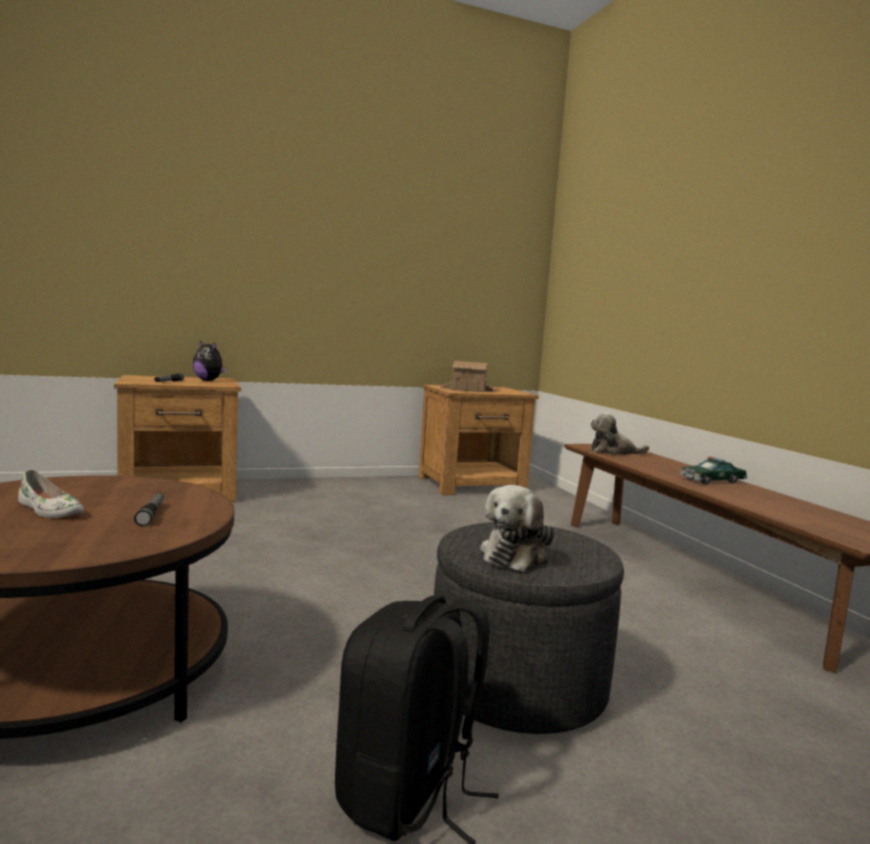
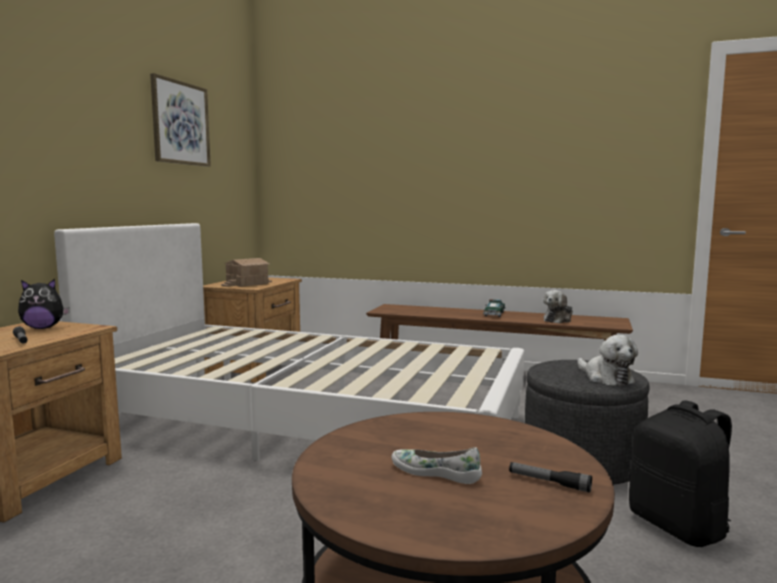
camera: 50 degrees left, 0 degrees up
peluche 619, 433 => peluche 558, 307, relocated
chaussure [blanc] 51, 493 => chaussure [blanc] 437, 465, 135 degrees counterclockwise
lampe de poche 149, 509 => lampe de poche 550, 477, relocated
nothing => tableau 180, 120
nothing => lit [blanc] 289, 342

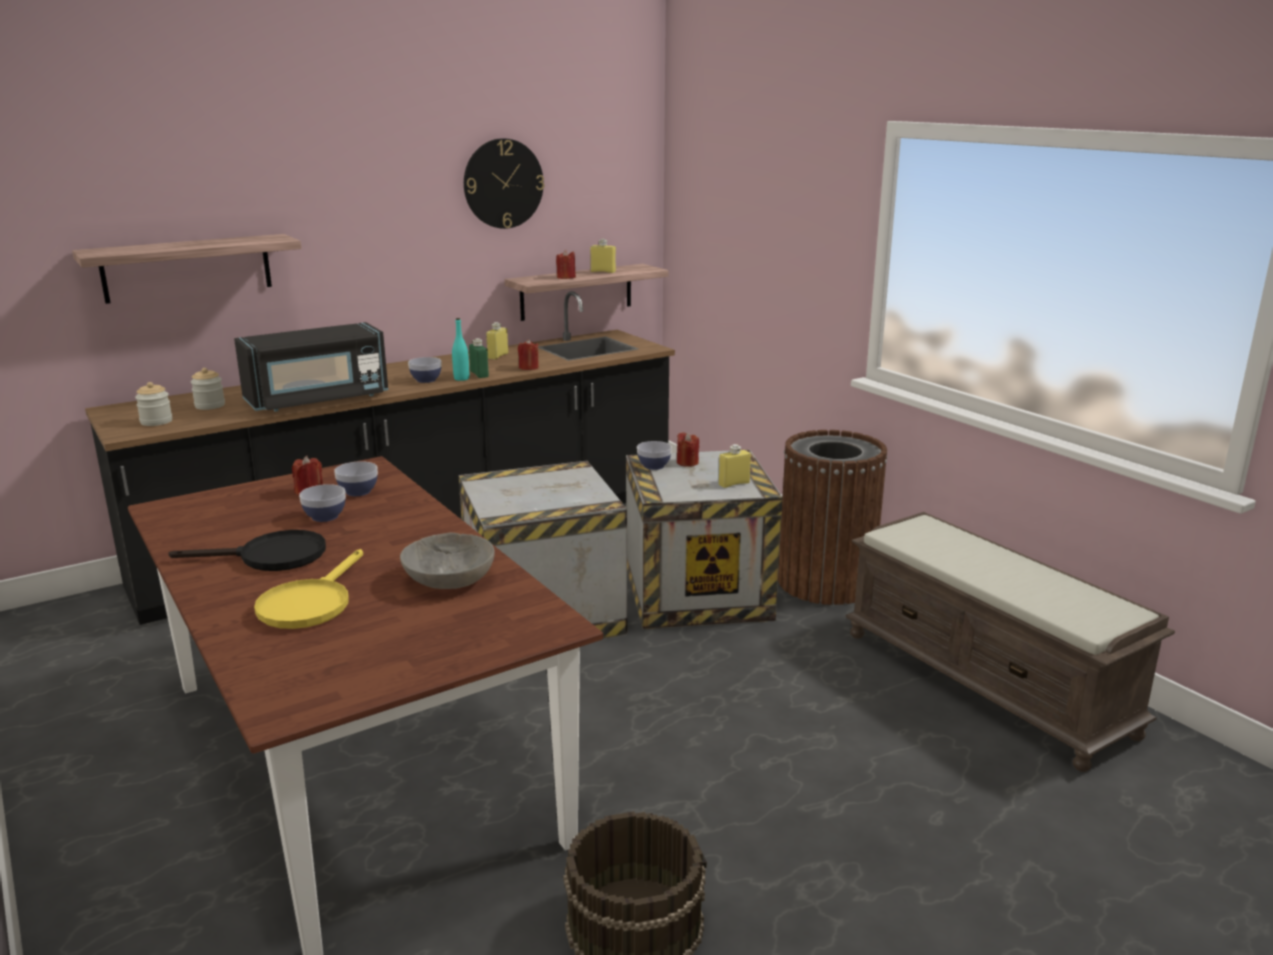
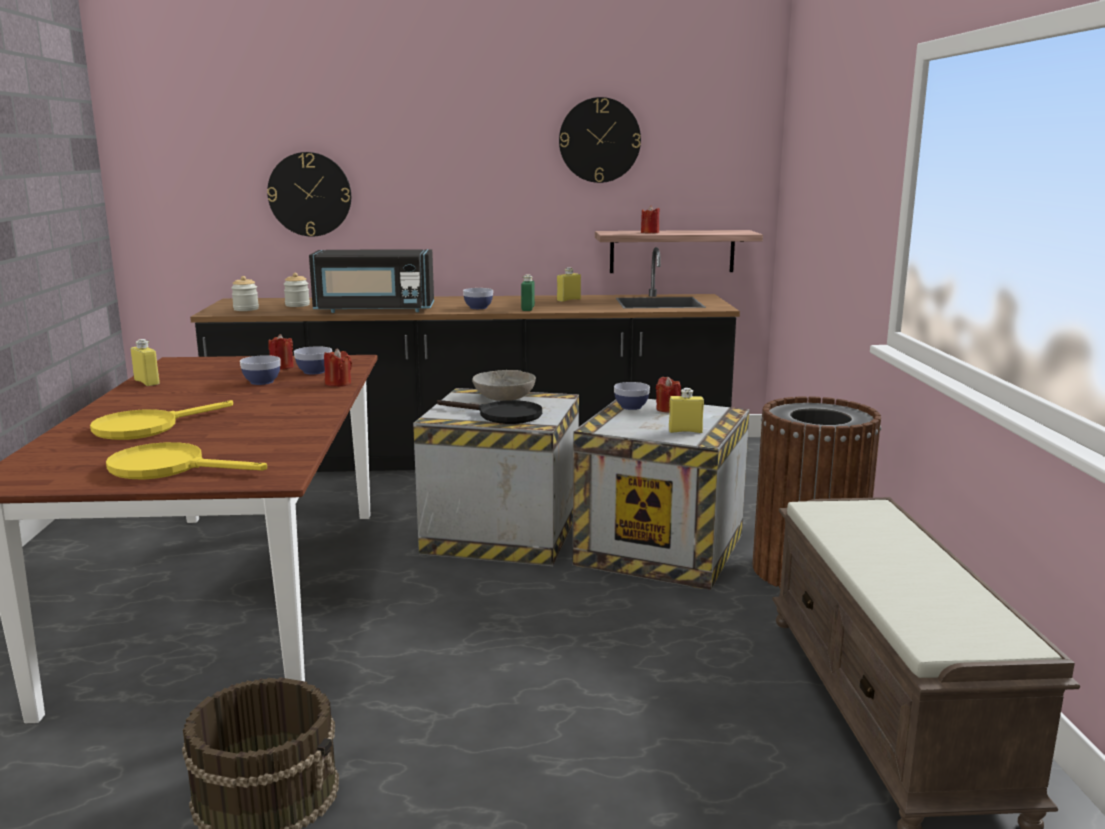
camera: 30 degrees right, 5 degrees down
étagère 187, 269 => horloge murale 309, 194
bouteille [jaune] 603, 256 => bouteille [jaune] 145, 362, relocated
bouteille [turquoise] 460, 349 => nothing
bougie [rouge] 528, 354 => bougie [rouge] 338, 367, relocated
poêle [noir] 247, 550 => poêle [noir] 489, 412, relocated
bol [gris] 447, 560 => bol [gris] 504, 385, relocated
nothing => poêle [jaune] 186, 460

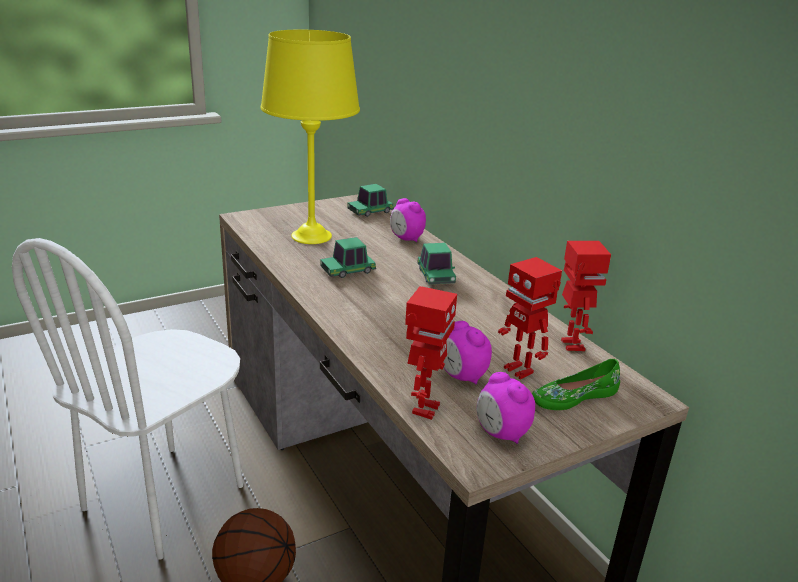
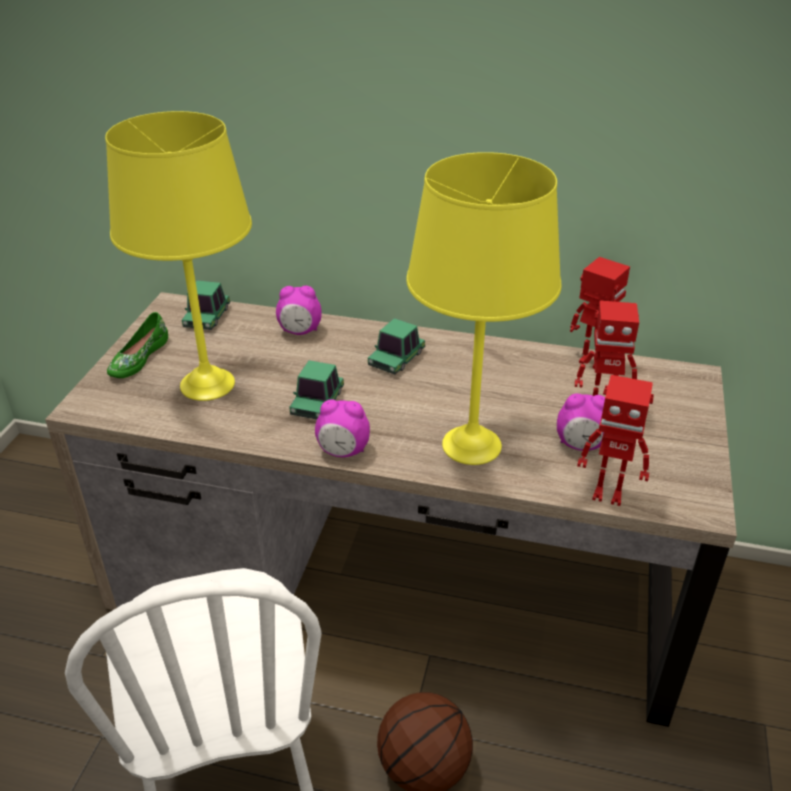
camera: 45 degrees left, 10 degrees up
petite voiture 436, 263 => petite voiture 396, 346, 90 degrees clockwise
robot jouet 431, 353 => robot jouet 615, 440, 135 degrees clockwise
chaussure [vert] 576, 384 => chaussure [vert] 137, 345, relocated
réveil 506, 408 => réveil 342, 428, relocated
nothing => lampe de table [jaune] 483, 308

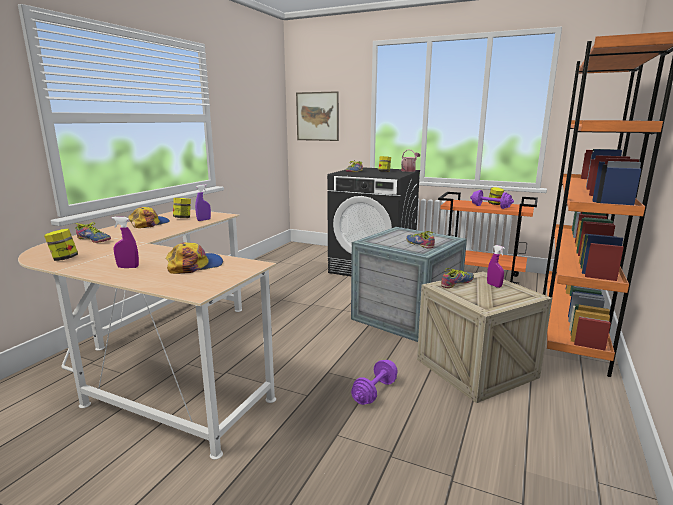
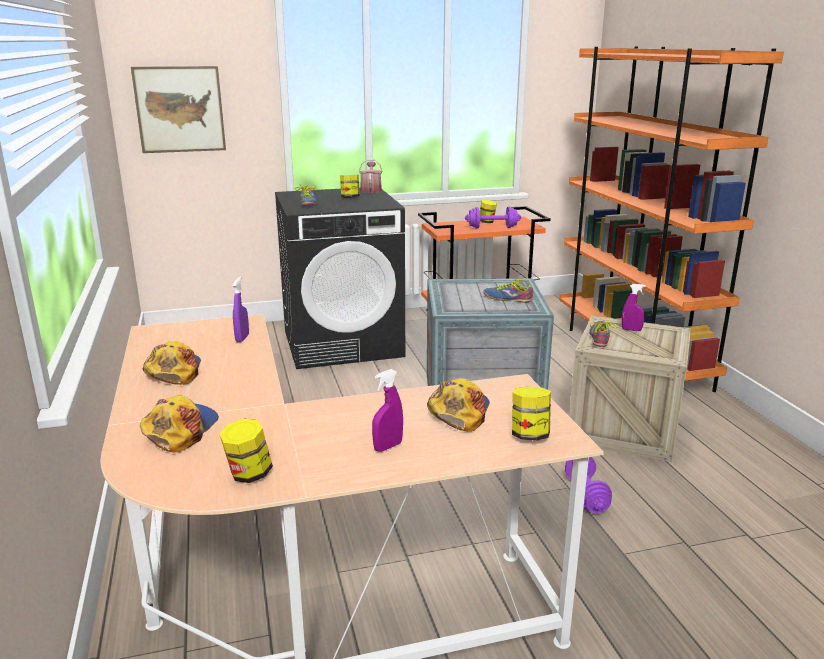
camera: 40 degrees left, 5 degrees up
bocal 182, 208 => bocal 531, 414, relocated
chaussure 92, 232 => casquette 179, 424

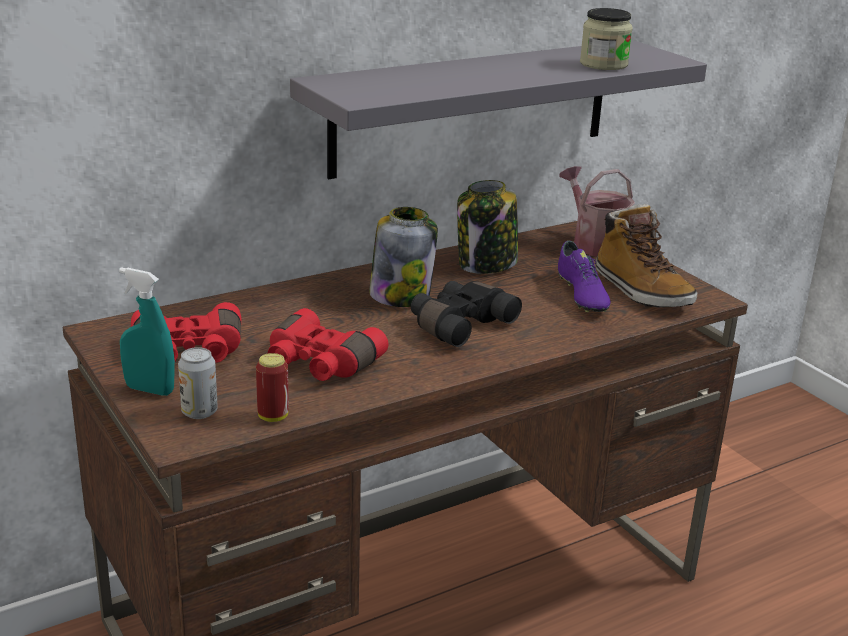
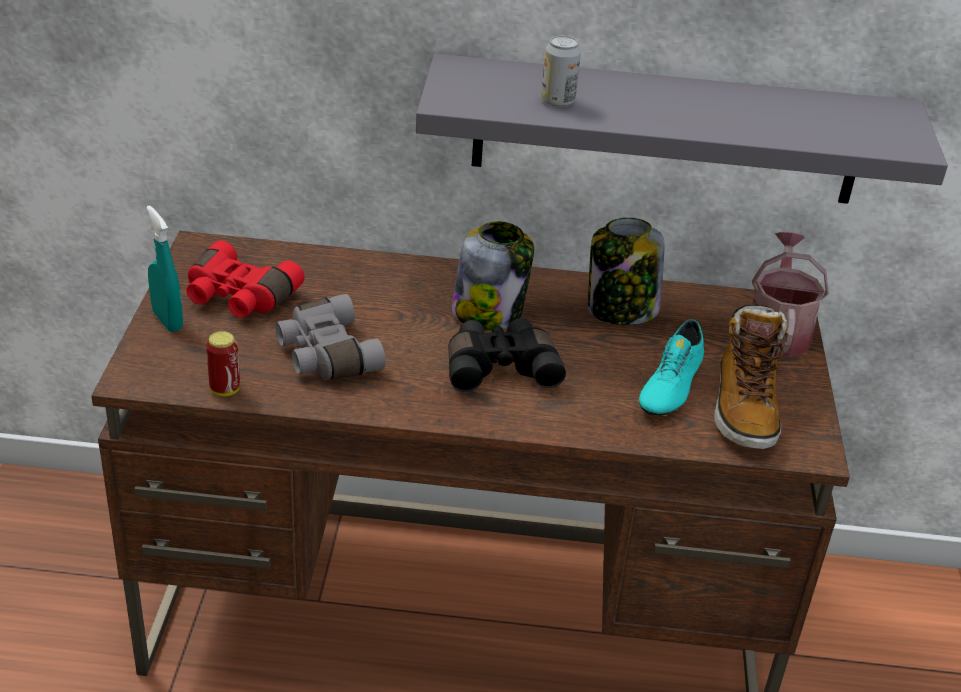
camera: 35 degrees right, 10 degrees up
bocal 606, 39 => nothing
chaussure [violet] 584, 276 => chaussure [turquoise] 671, 367
jumelles [rouge] 328, 344 => jumelles [gris] 330, 337
boîte métallique 198, 383 => boîte métallique 561, 71, relocated

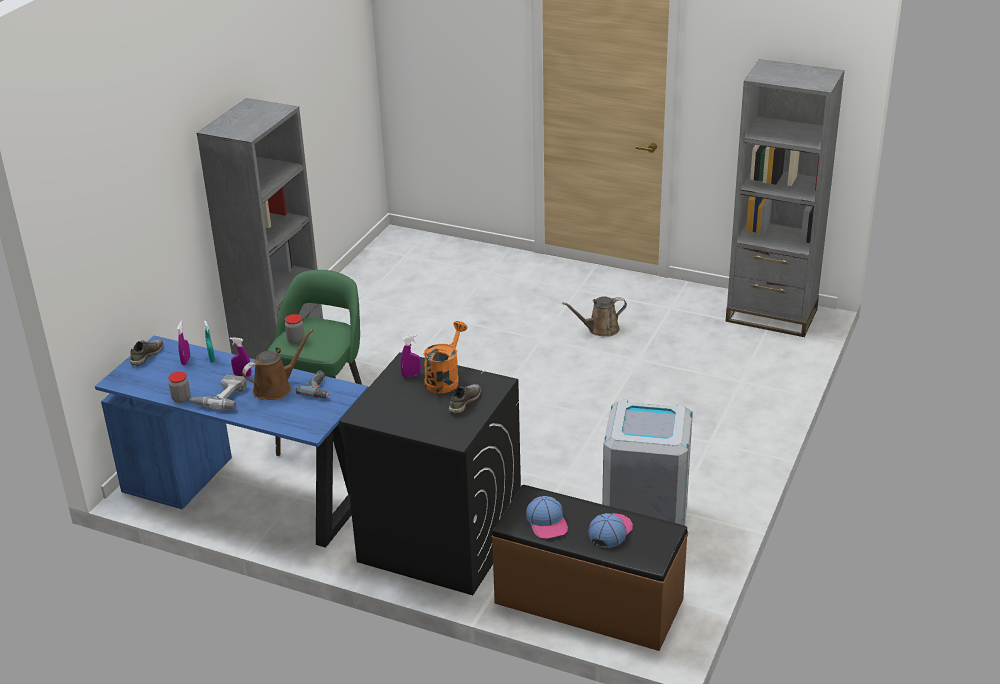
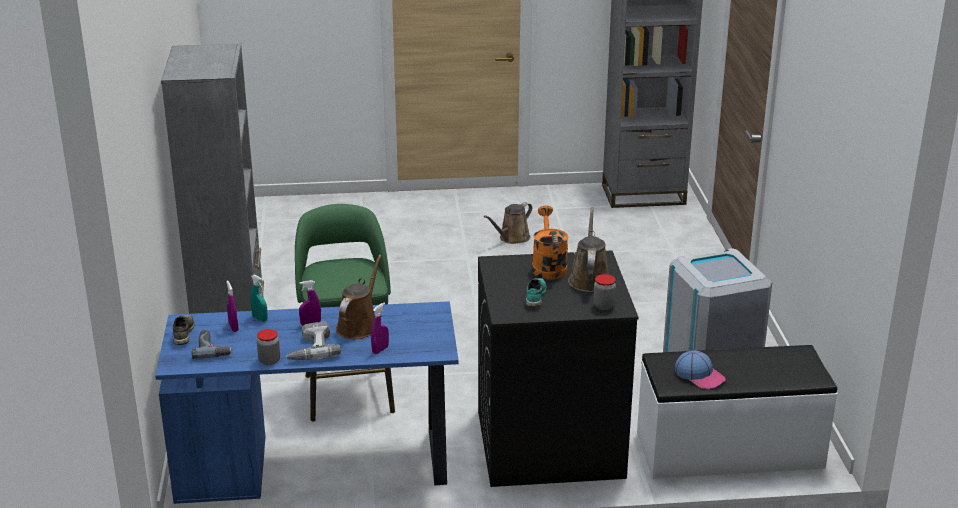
camera: 30 degrees left, 5 degrees down
bocal 295, 329 => bocal 604, 292, relocated
vaporisateur [violet] 410, 356 => vaporisateur [violet] 380, 328, relocated
perceuse 312, 385 => perceuse 211, 344, relocated
chaussure [gris] 465, 399 => arrosoir [marron] 588, 249
banc [marron] 590, 568 => banc [blanc] 737, 412
casquette 610, 530 => nothing
nothing => chaussure [turquoise] 536, 292

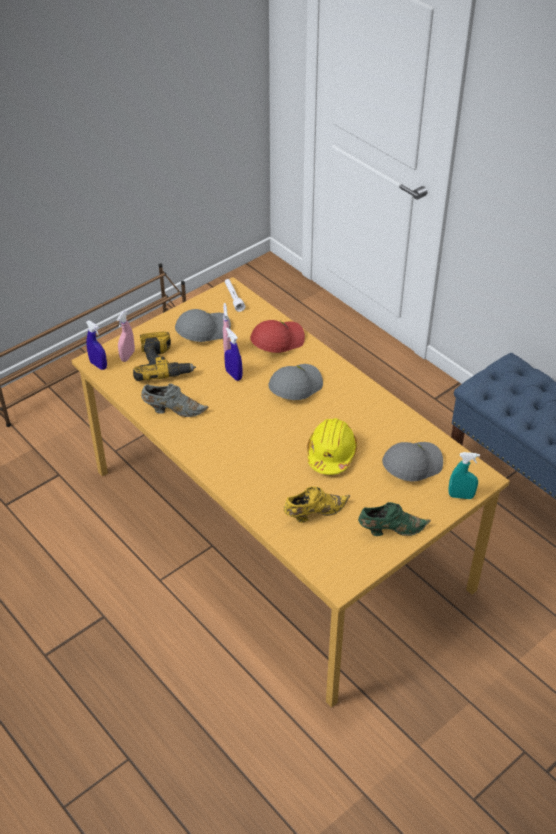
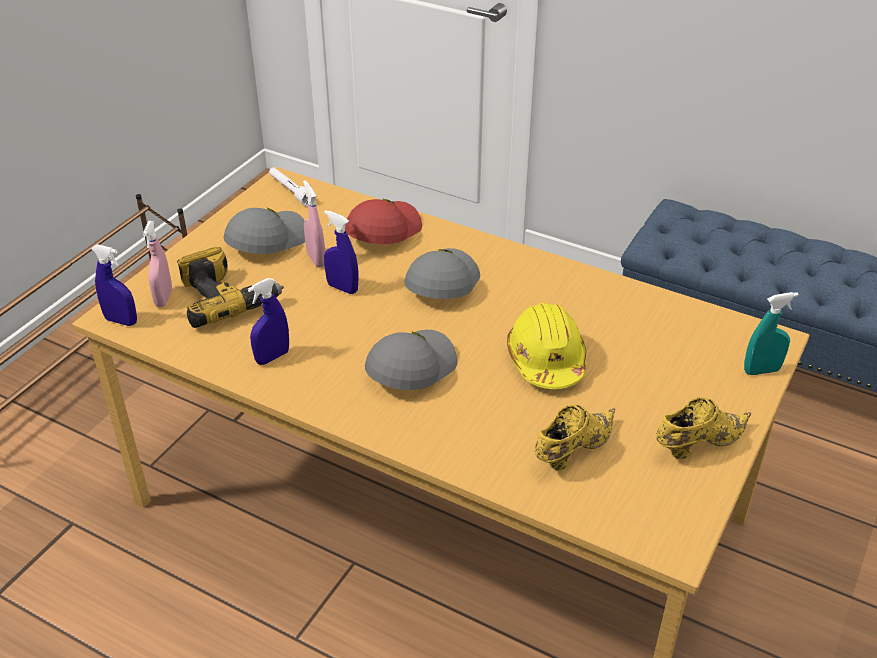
camera: 20 degrees left, 5 degrees down
chaussure [gris] 174, 400 => vaporisateur [bleu] 268, 321
casquette [gris] 412, 461 => casquette [gris] 411, 360, relocated
chaussure [vert] 394, 519 => chaussure [jaune] 704, 428

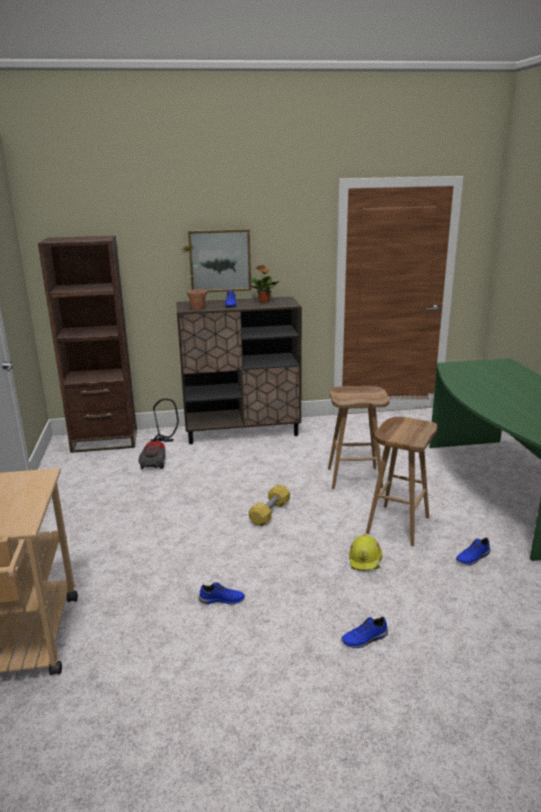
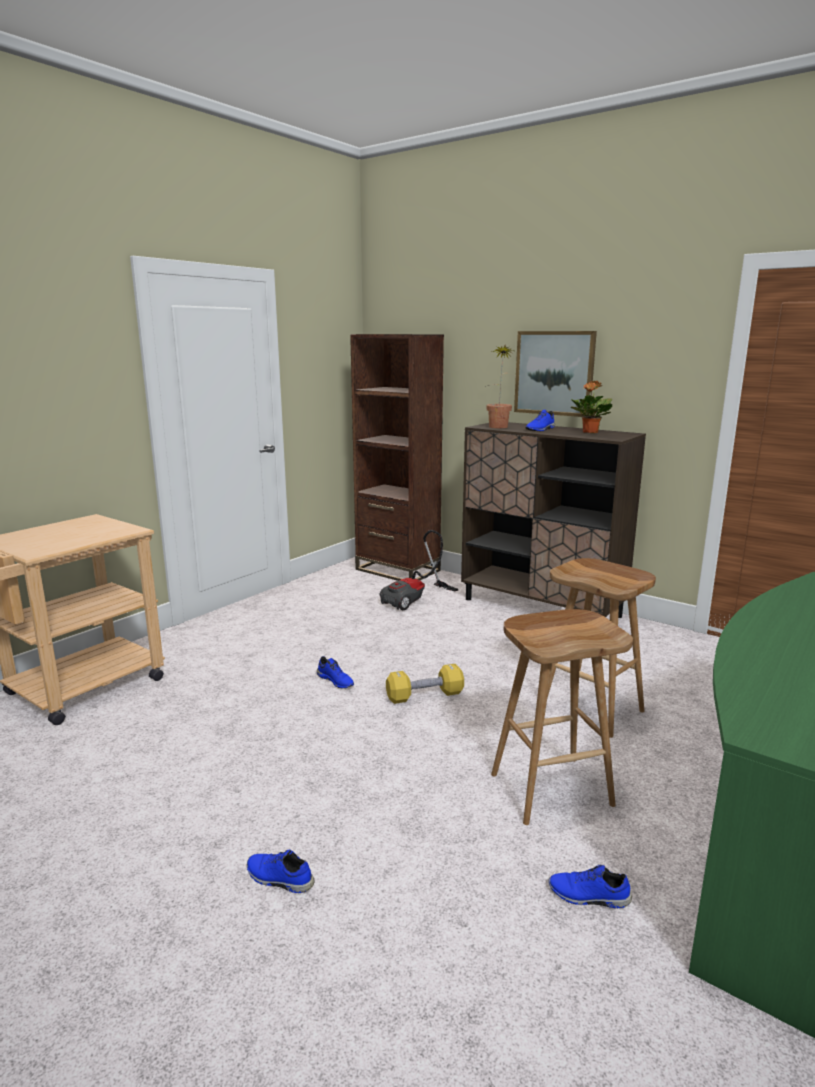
camera: 45 degrees right, 5 degrees down
casque de chantier [jaune] 366, 552 => nothing
chaussure [bleu] 222, 593 => chaussure [bleu] 335, 672, relocated

